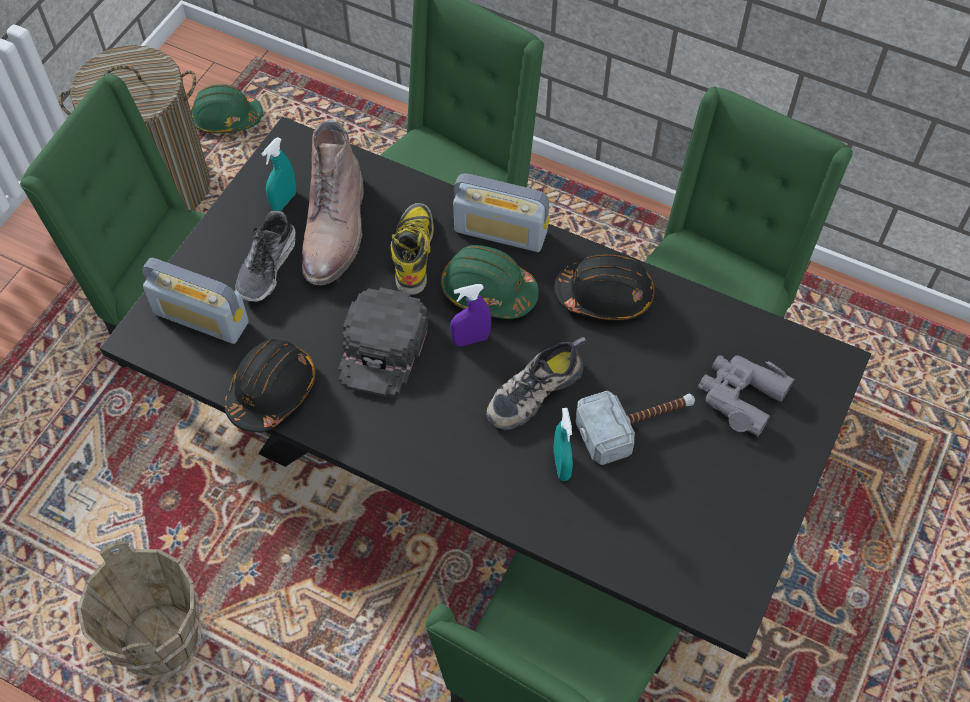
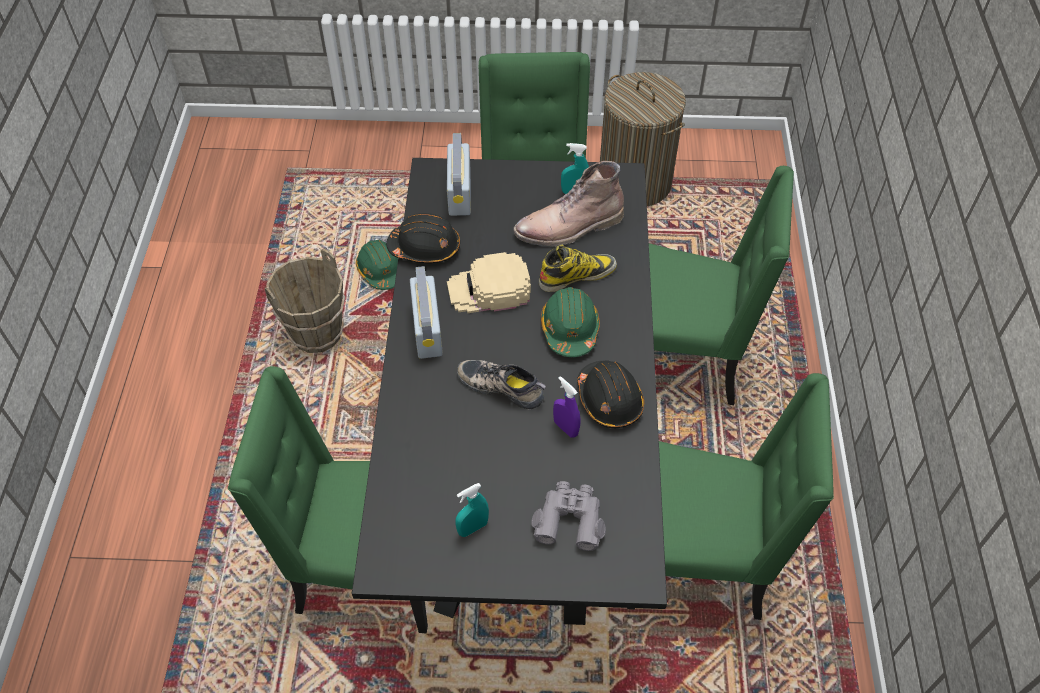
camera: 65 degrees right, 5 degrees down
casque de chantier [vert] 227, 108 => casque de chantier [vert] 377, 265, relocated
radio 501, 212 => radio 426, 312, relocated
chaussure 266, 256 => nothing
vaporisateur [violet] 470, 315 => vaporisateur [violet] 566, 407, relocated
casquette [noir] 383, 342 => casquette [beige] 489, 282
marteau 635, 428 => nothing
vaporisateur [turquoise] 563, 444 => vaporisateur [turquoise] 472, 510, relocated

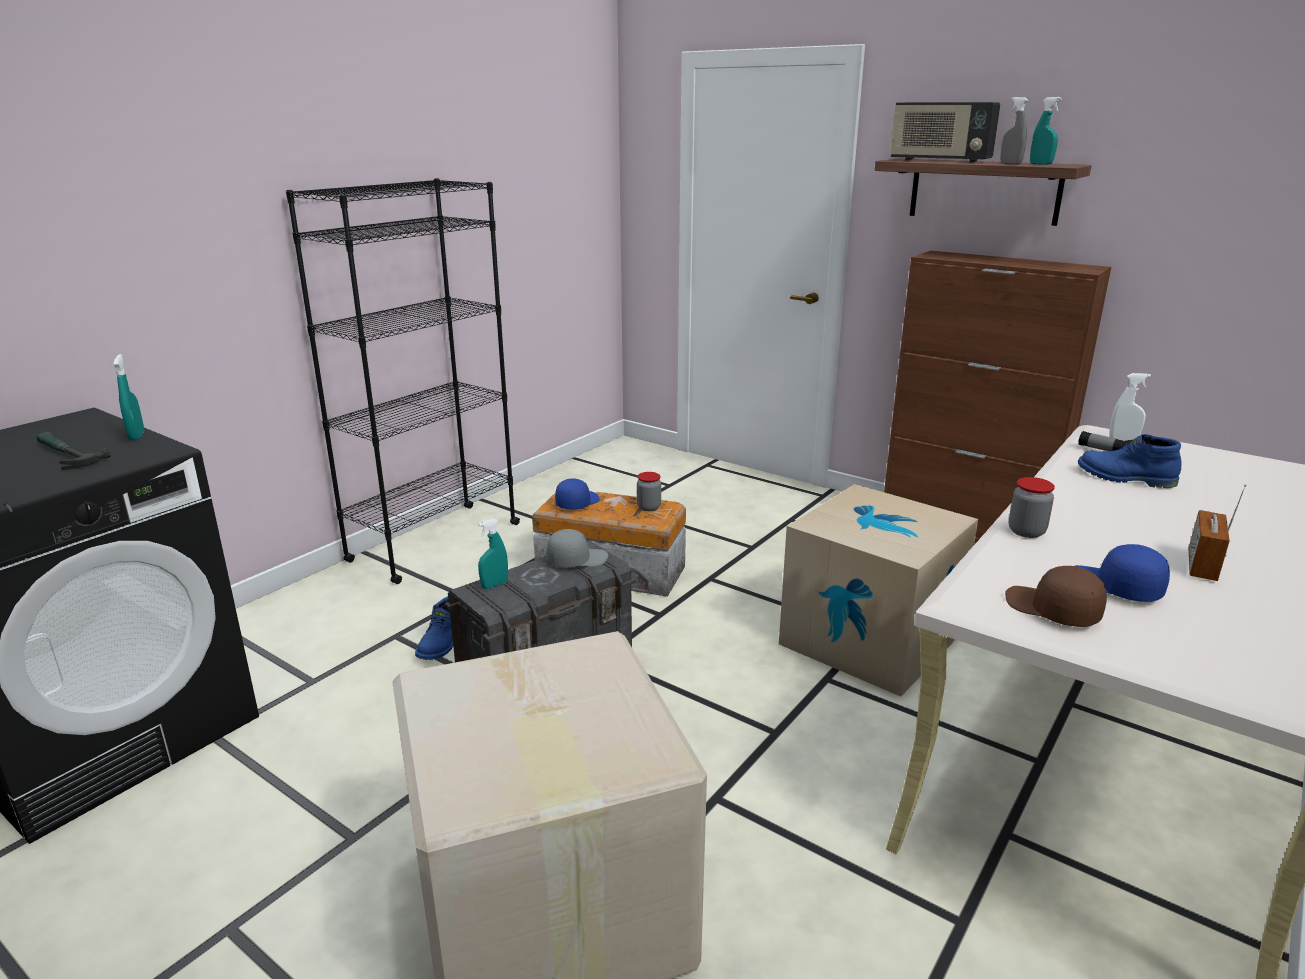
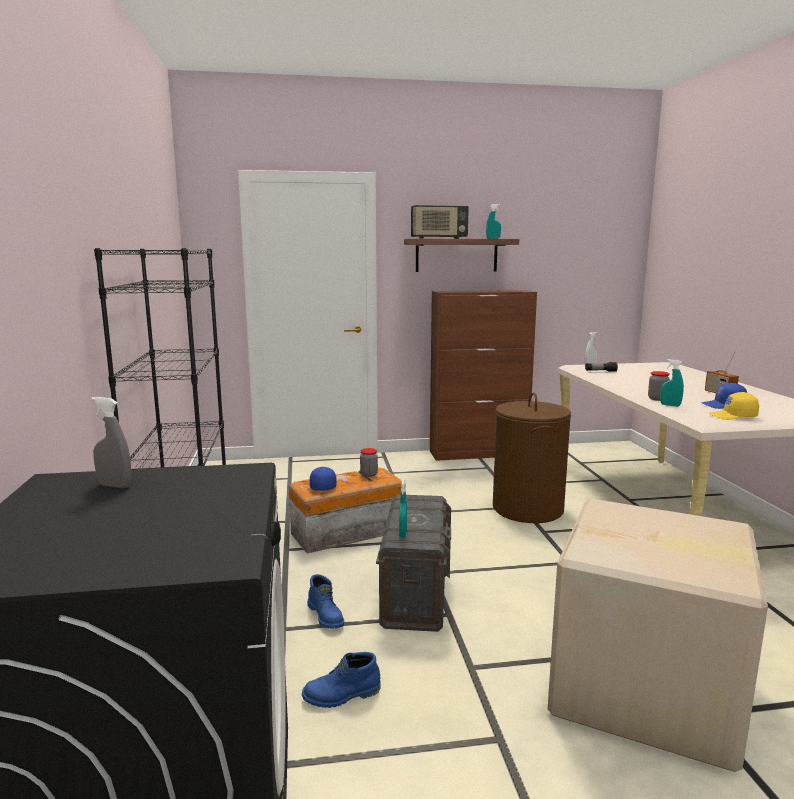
camera: 45 degrees left, 10 degrees down
vaporisateur [gris] 1014, 131 => vaporisateur [gris] 111, 442, relocated
vaporisateur [turquoise] 128, 397 => vaporisateur [turquoise] 672, 382, relocated
marteau 73, 451 => nothing
botte [bleu] 1129, 461 => botte [bleu] 341, 680, relocated
carton 878, 590 => panier à linge [marron] 532, 458
casquette [gris] 577, 548 => nothing
casquette [marron] 1056, 596 => casquette [jaune] 734, 406

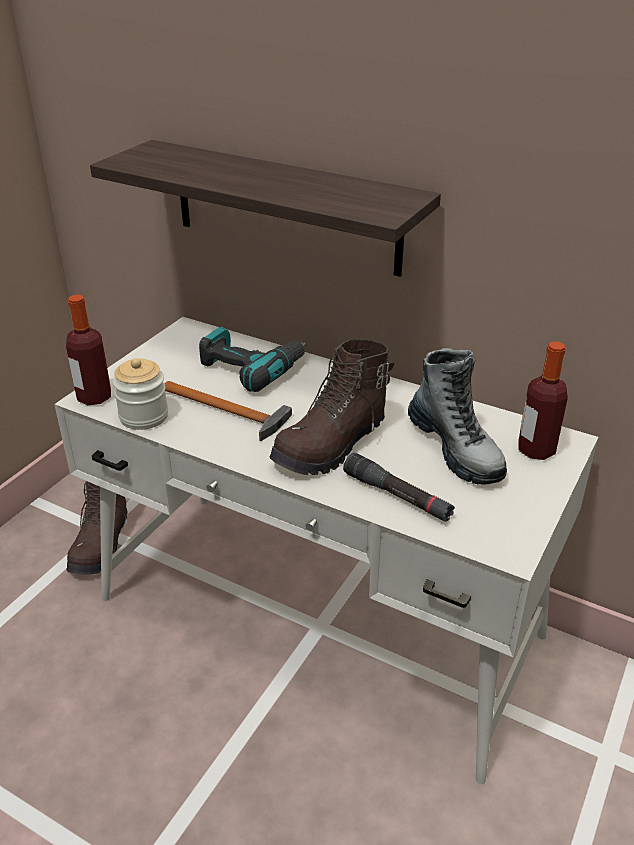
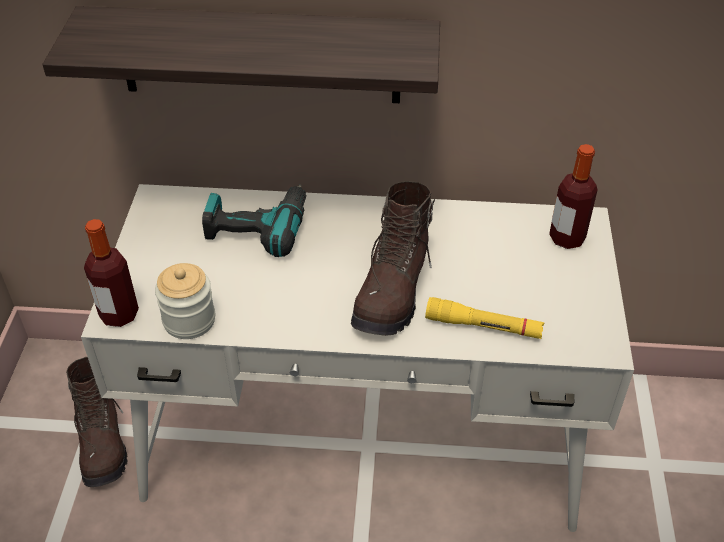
camera: 25 degrees left, 10 degrees up
botte 457, 416 => nothing
marteau 228, 411 => nothing
lampe de poche [noir] 399, 487 => lampe de poche [jaune] 484, 318

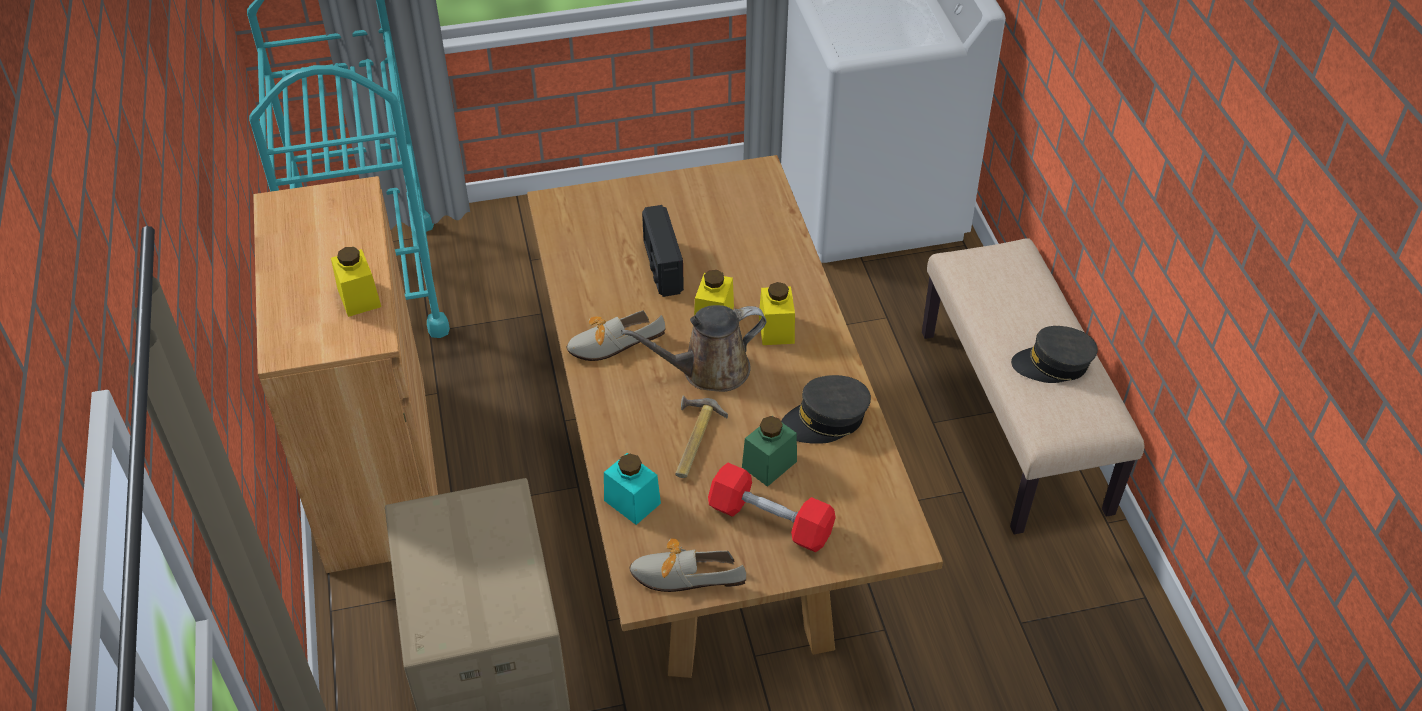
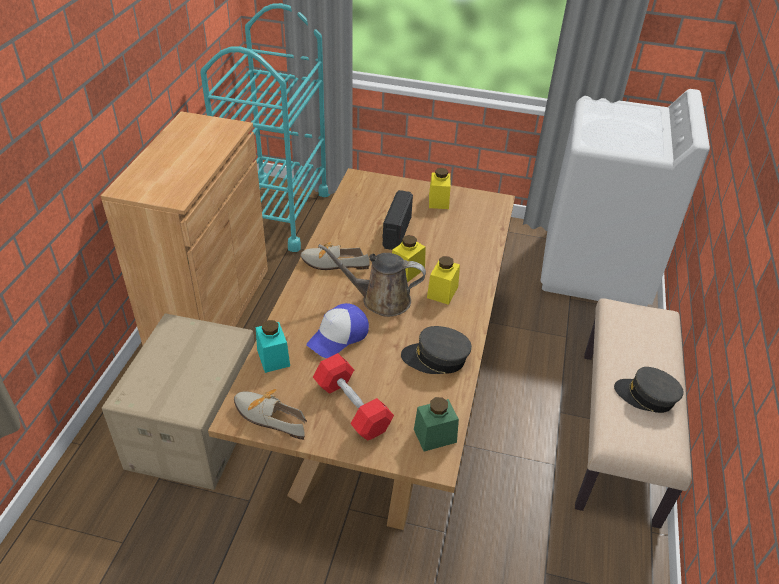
camera: 25 degrees right, 5 degrees down
bocal [jaune] 356, 282 => bocal [jaune] 440, 188, relocated
marteau 701, 436 => casquette 337, 330
bocal [vert] 769, 451 => bocal [vert] 436, 424, relocated

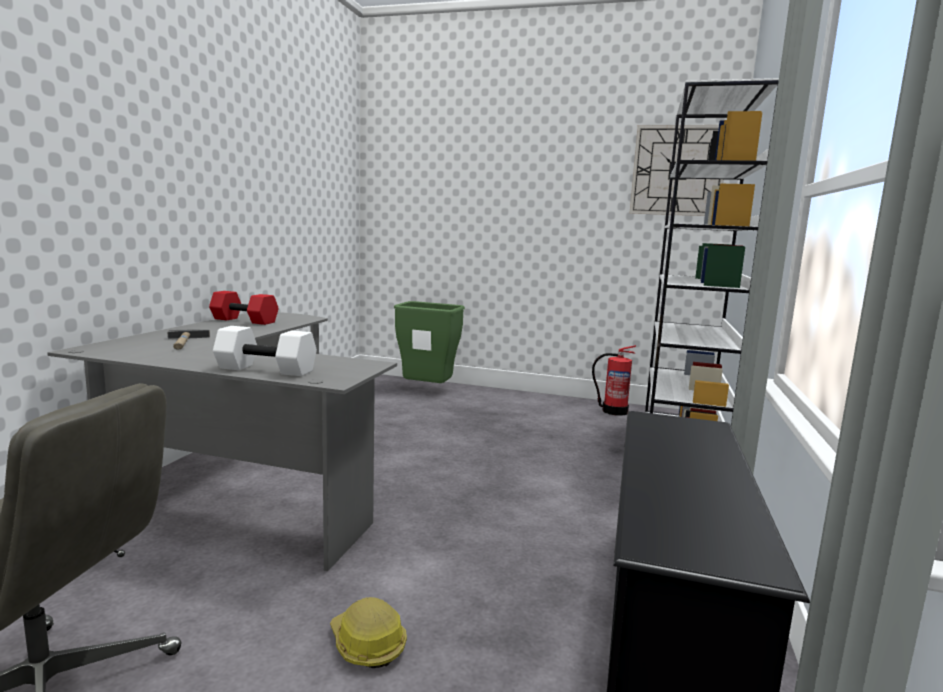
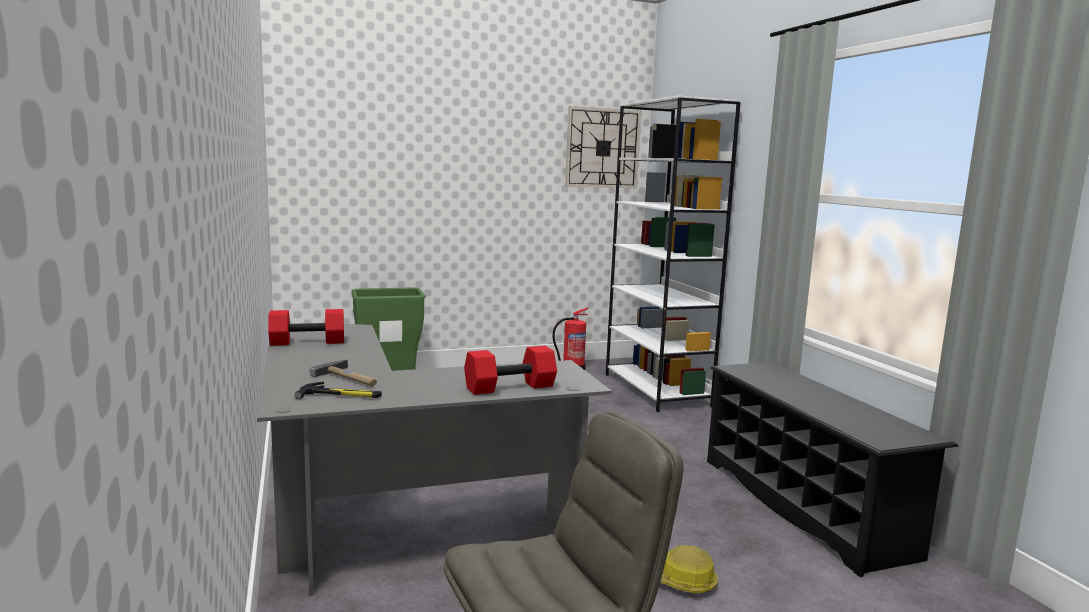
camera: 35 degrees left, 0 degrees up
haltère [blanc] 265, 351 => haltère [rouge] 510, 370
nothing => marteau 338, 390

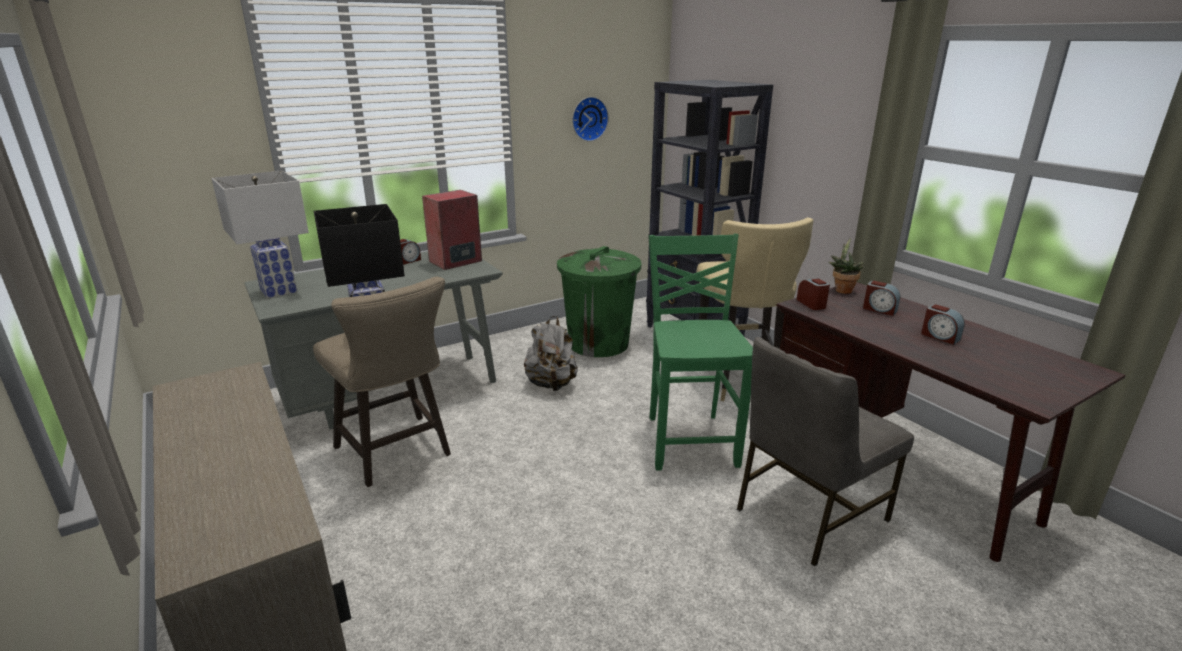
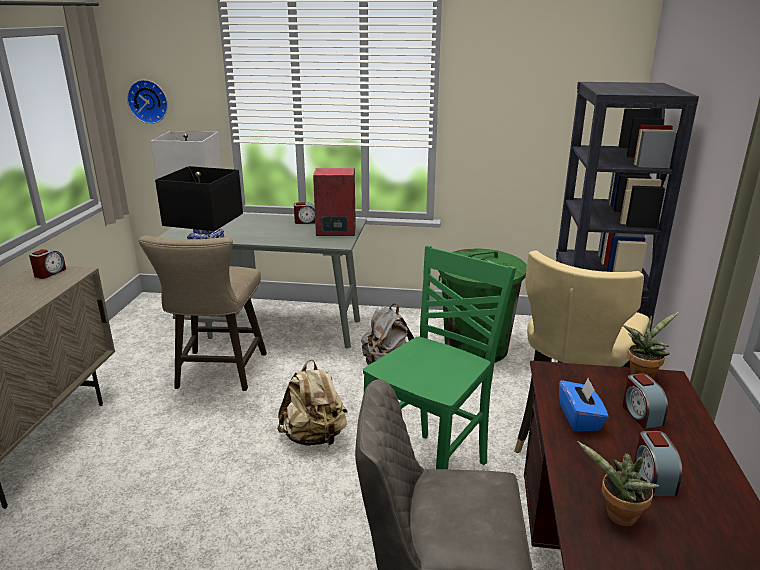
camera: 40 degrees right, 0 degrees up
horloge murale 590, 119 => horloge murale 147, 102, relocated
réveil 813, 294 => réveil 47, 264, relocated
nothing => sac à dos [beige] 312, 402
nothing => boîte à mouchoirs [bleu] 583, 404
nothing => plante en pot 618, 484

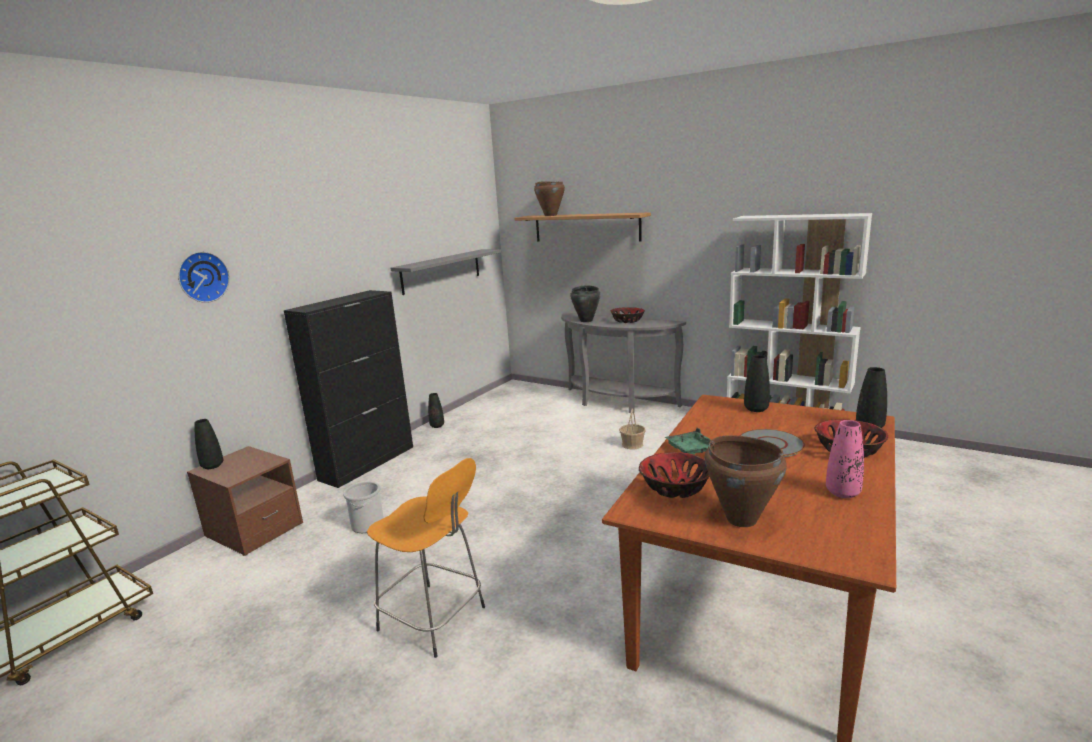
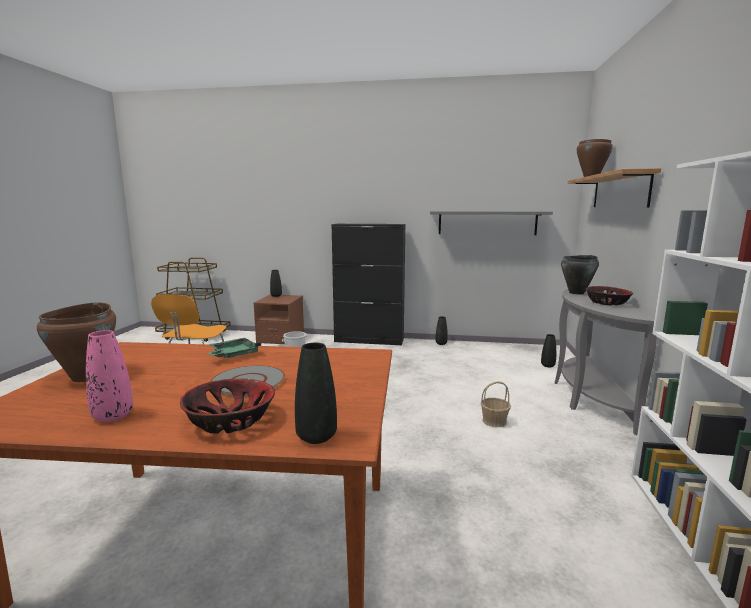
camera: 65 degrees right, 5 degrees down
horloge murale 204, 277 => nothing
vase [noir] 757, 383 => vase [noir] 548, 350, relocated
bol 674, 475 => nothing

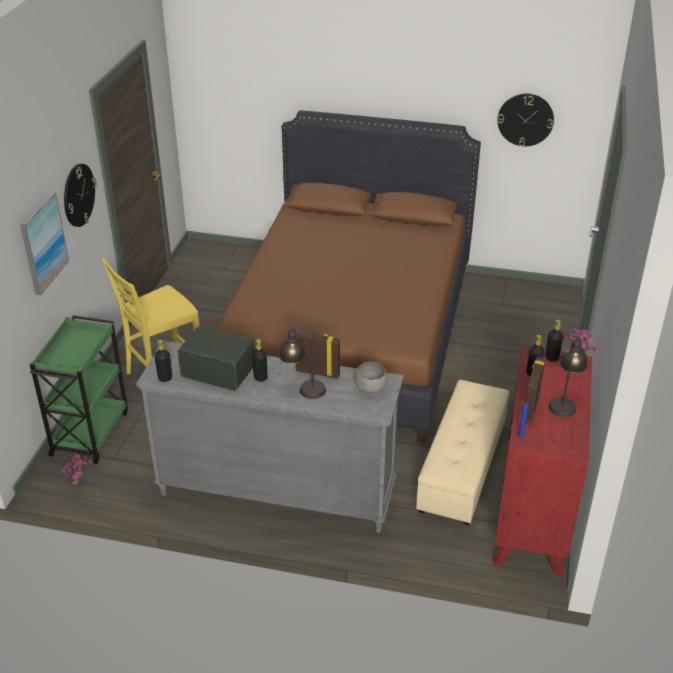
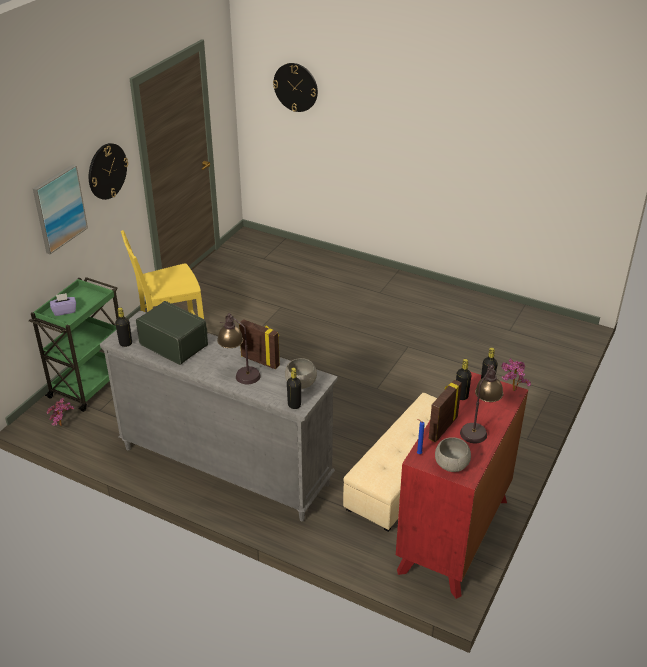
camera: 15 degrees right, 0 degrees up
horloge murale 525, 120 => horloge murale 295, 87, relocated
lit [marron] 348, 276 => nothing
bouteille [noir] 259, 360 => bouteille [noir] 294, 388, relocated
nothing => boîte à mouchoirs [violet] 63, 304
nothing => bol [gris] 453, 454

